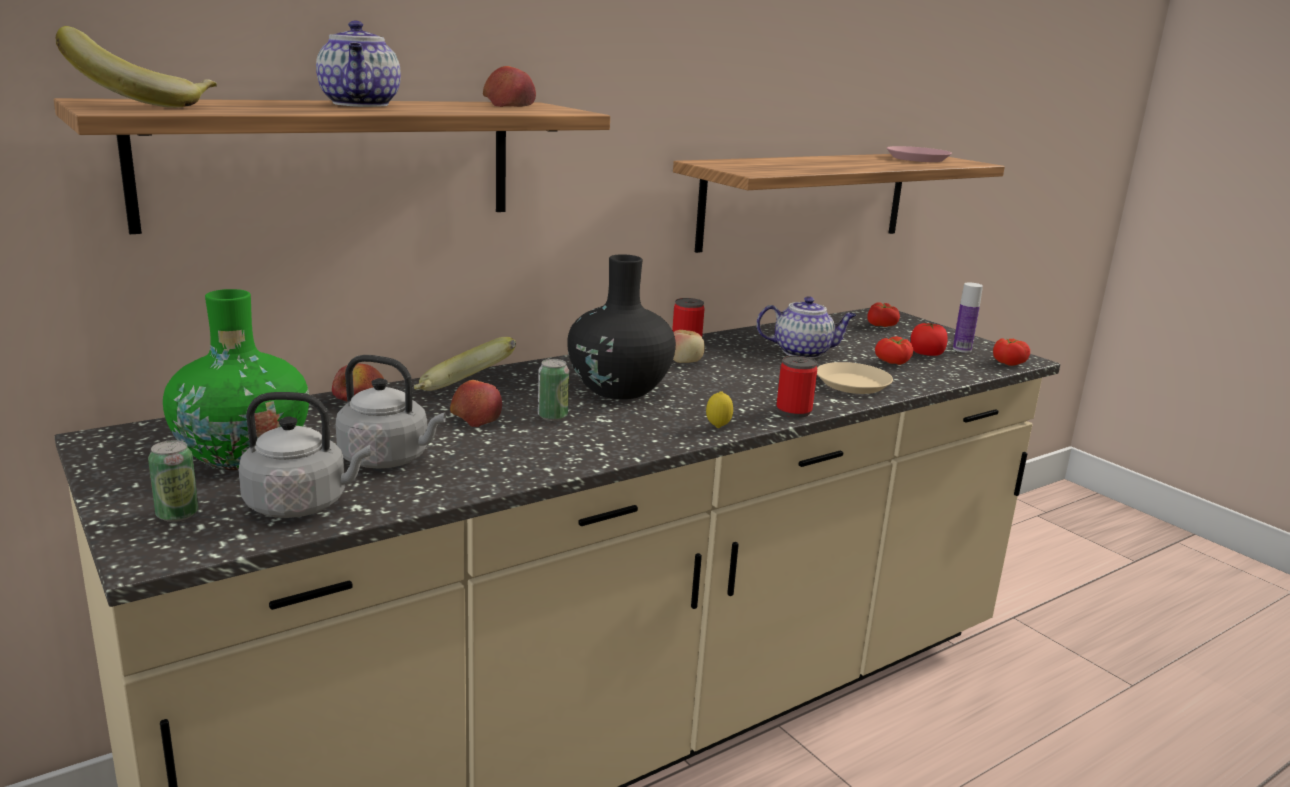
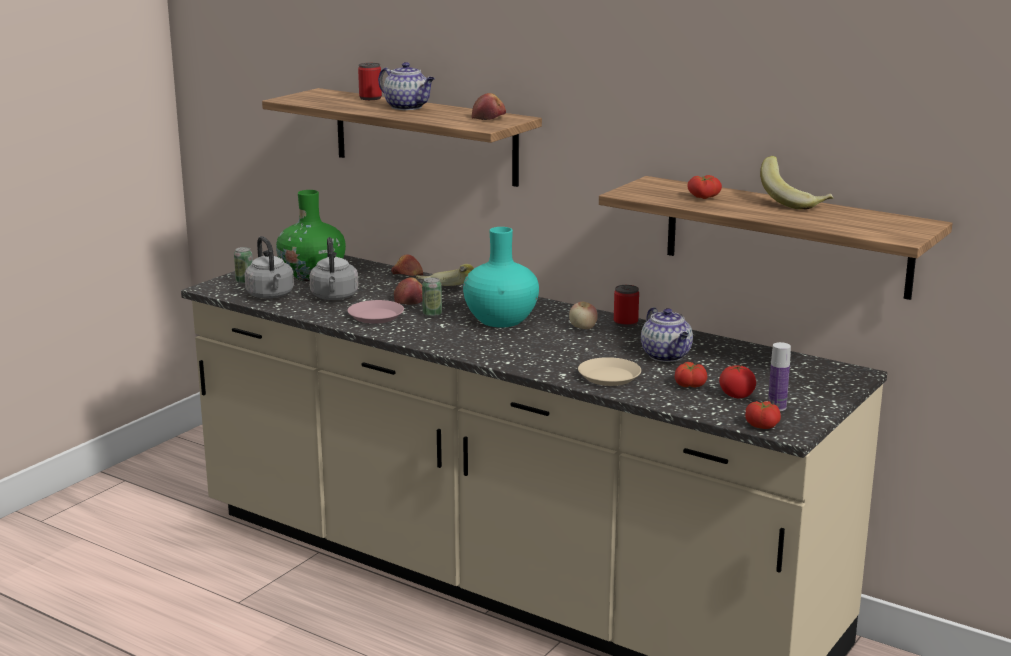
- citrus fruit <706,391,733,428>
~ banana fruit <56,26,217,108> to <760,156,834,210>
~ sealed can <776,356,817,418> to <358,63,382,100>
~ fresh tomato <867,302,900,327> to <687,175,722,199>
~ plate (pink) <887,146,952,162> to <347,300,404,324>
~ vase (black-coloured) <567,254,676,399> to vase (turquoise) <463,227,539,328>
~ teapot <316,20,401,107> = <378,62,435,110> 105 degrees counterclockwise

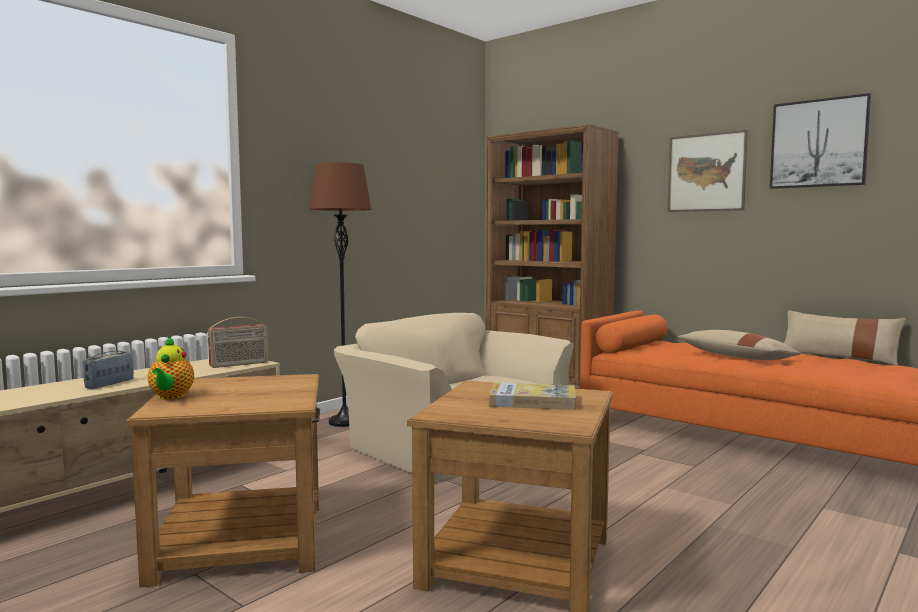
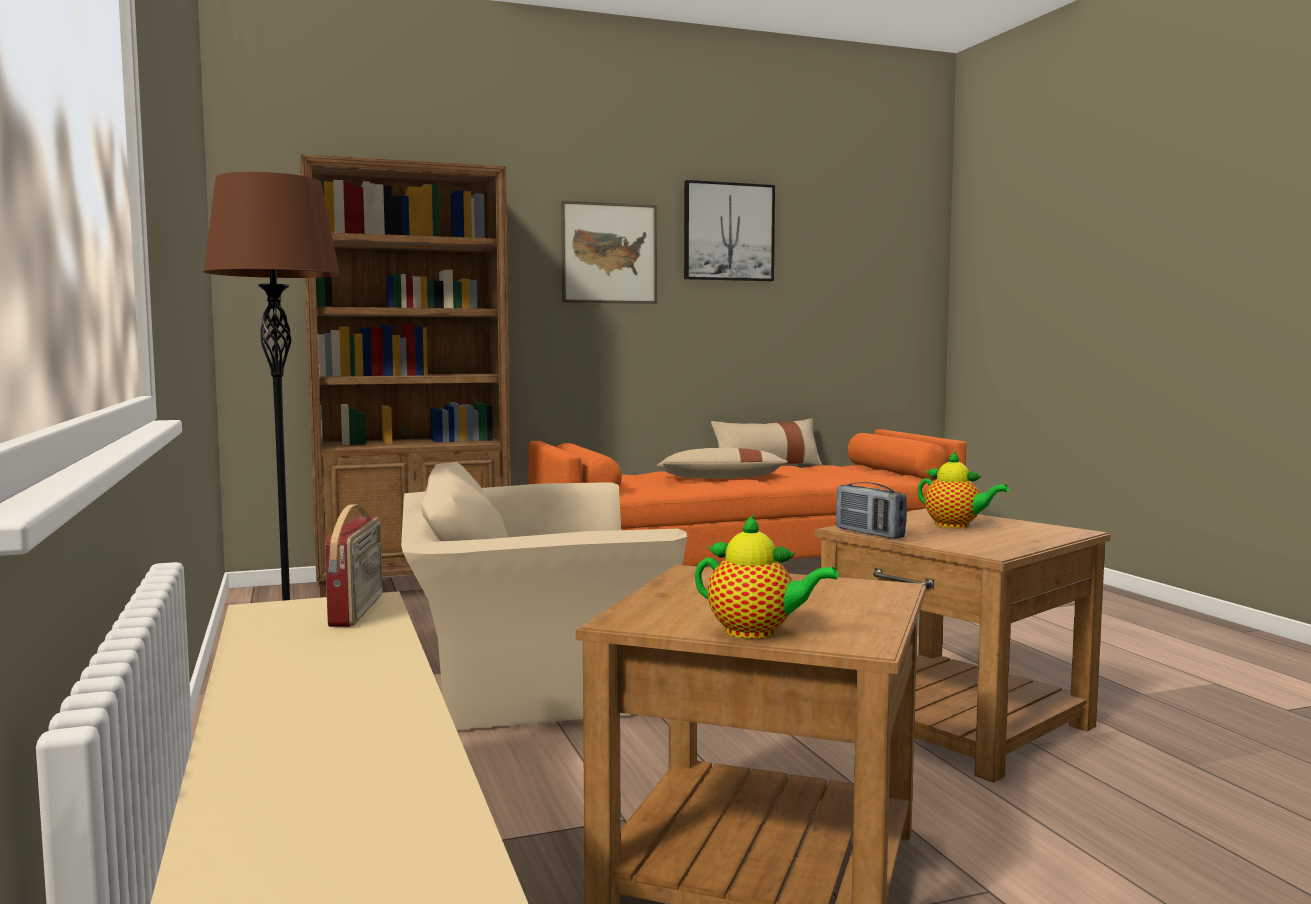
~ radio receiver <83,351,134,389> to <836,482,907,539>
~ bound book <489,383,576,410> to teapot <917,451,1009,528>

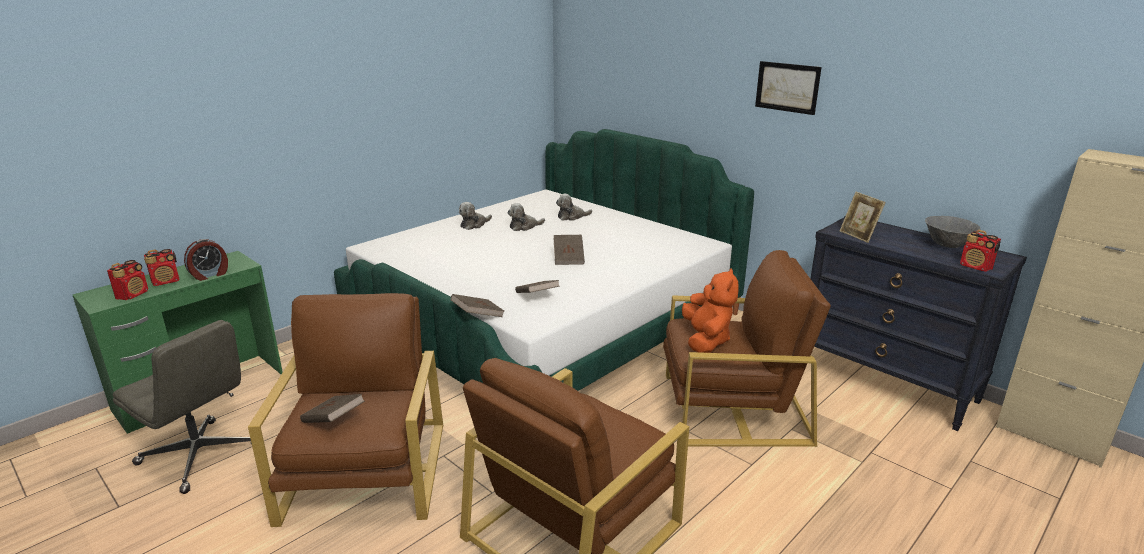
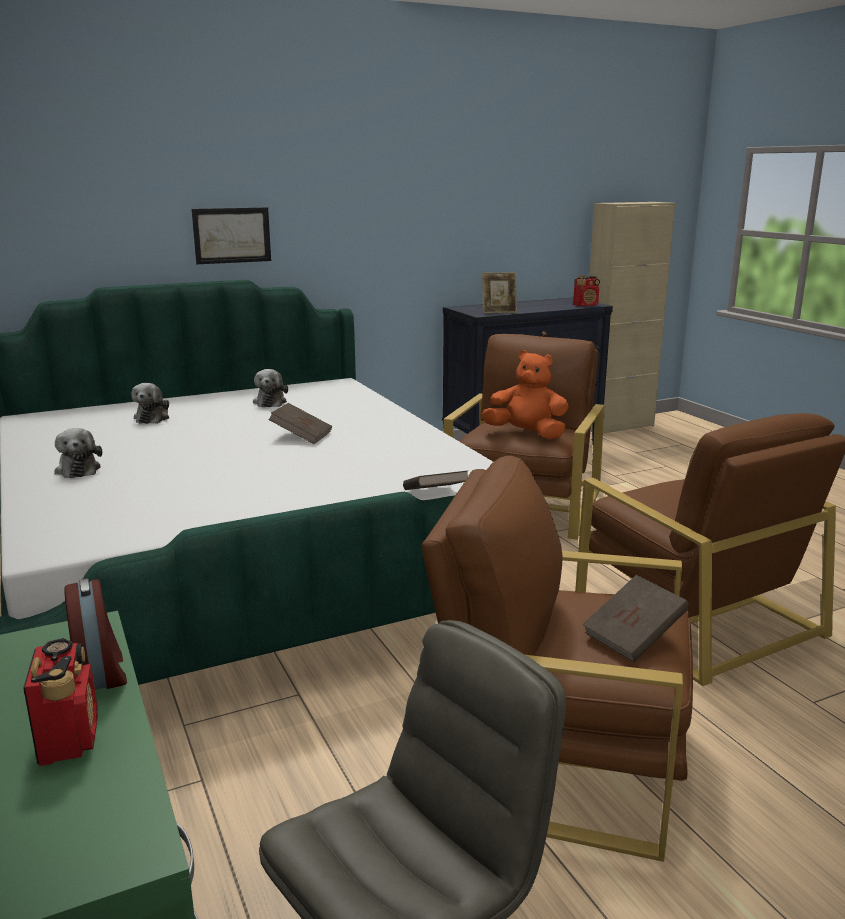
- radio receiver <107,260,148,300>
- bound book (brown) <515,280,560,293>
- deep dish (greyish) <925,216,981,248>
~ soft toy <508,203,545,231> to <253,369,288,407>
~ wall art <755,61,822,115> to <192,207,271,264>

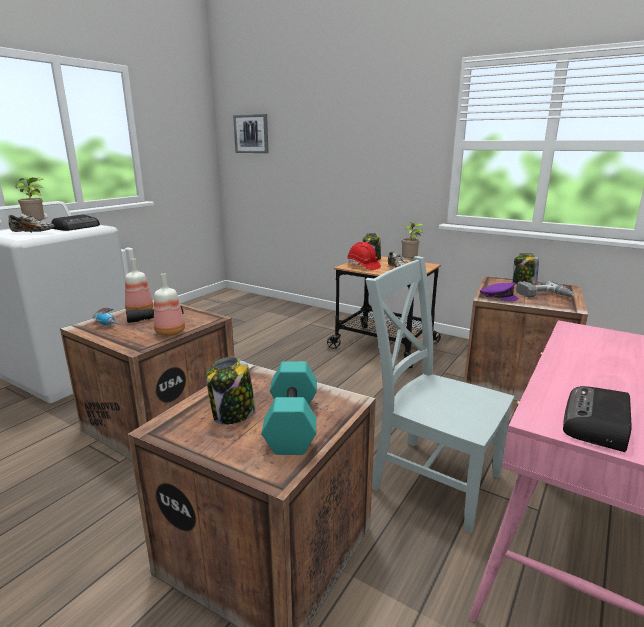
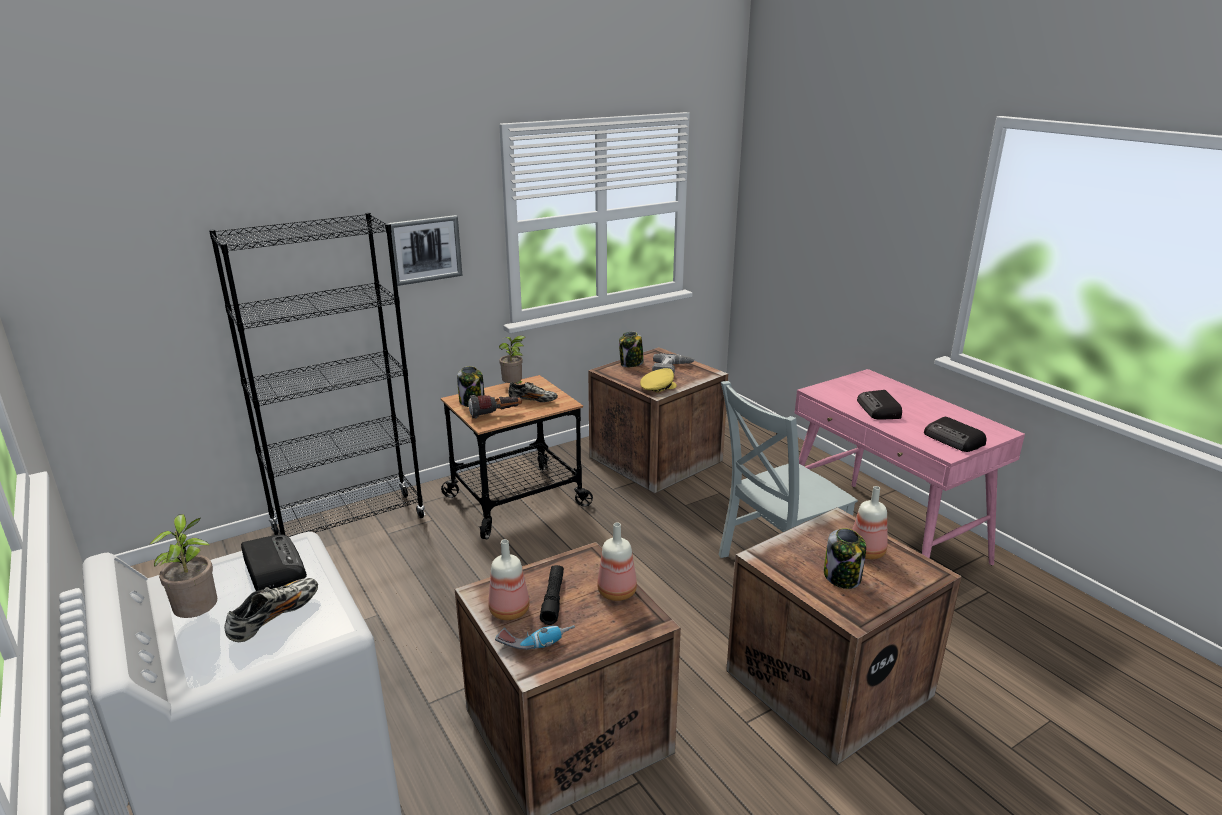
+ shelving unit (black-coloured) <209,212,425,537>
+ radio receiver <857,390,902,420>
~ wall art <233,114,269,153> to <387,215,462,286>
~ free weight (turquoise) <261,361,317,455> to drink bottle <852,486,888,559>
~ hard hat (red) <347,242,381,270> to torch <469,395,522,418>
~ peaked cap (purplish) <480,282,519,301> to peaked cap (yellow-coloured) <640,368,677,393>

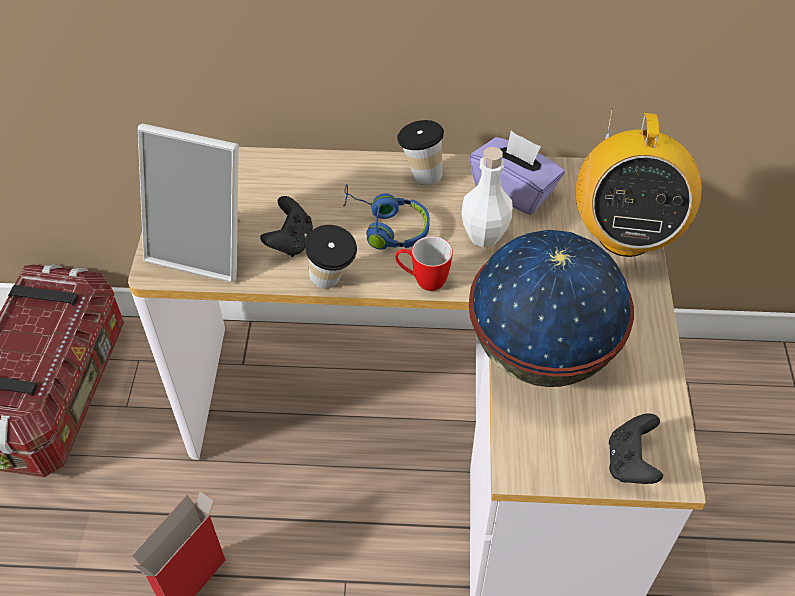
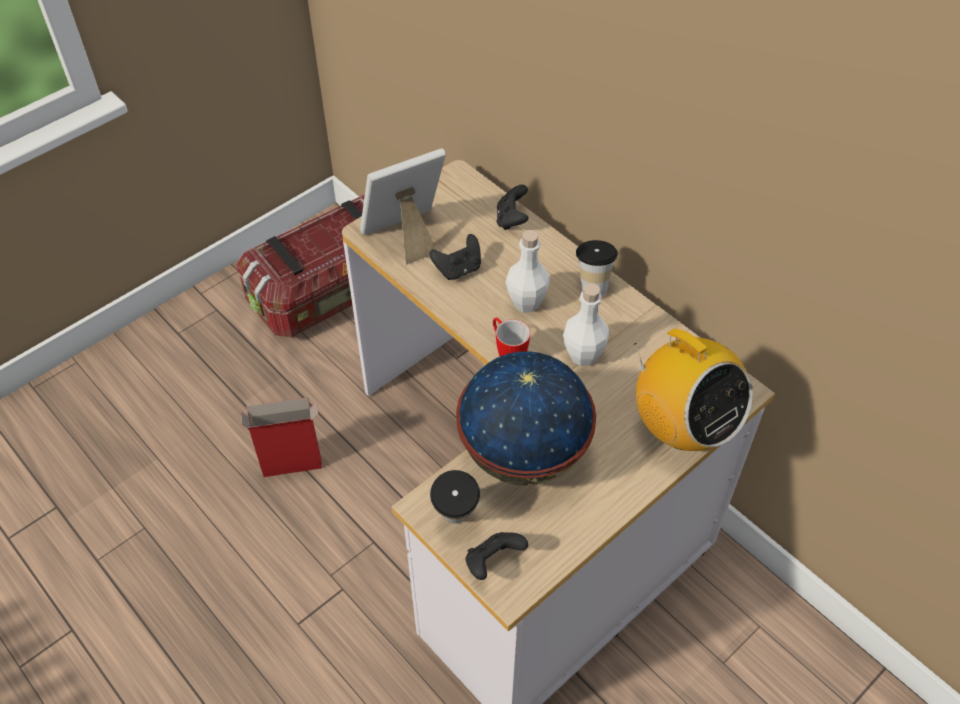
- tissue holder (purplish) <469,130,565,215>
+ game controller (black-coloured) <497,185,529,230>
~ drinking cup <305,225,357,289> to <430,470,480,523>
~ headphones (blue) <343,184,430,250> to drink bottle (white-coloured) <506,230,550,313>
~ standing frame <138,124,240,283> = <360,148,446,265> 90 degrees clockwise
~ radio receiver <576,108,702,257> = <634,328,753,451> 90 degrees counterclockwise

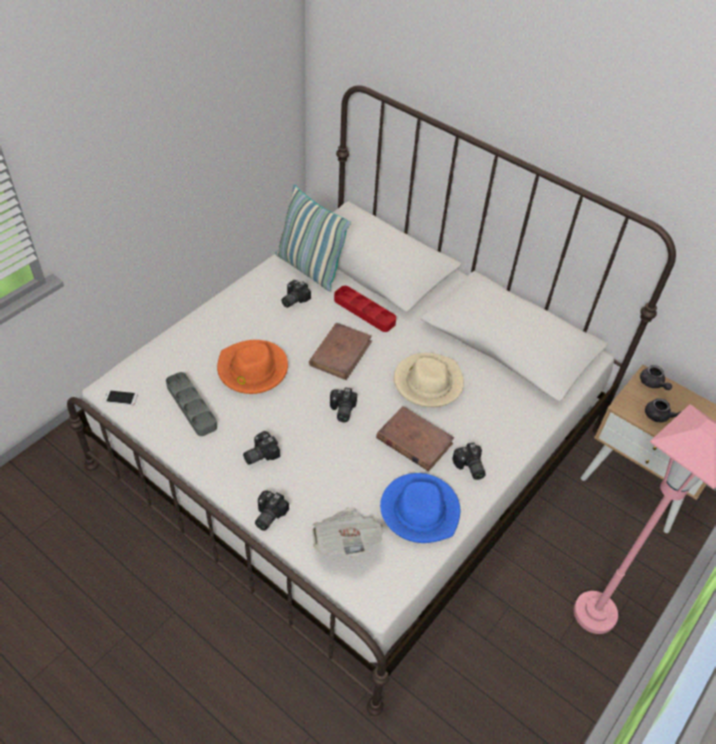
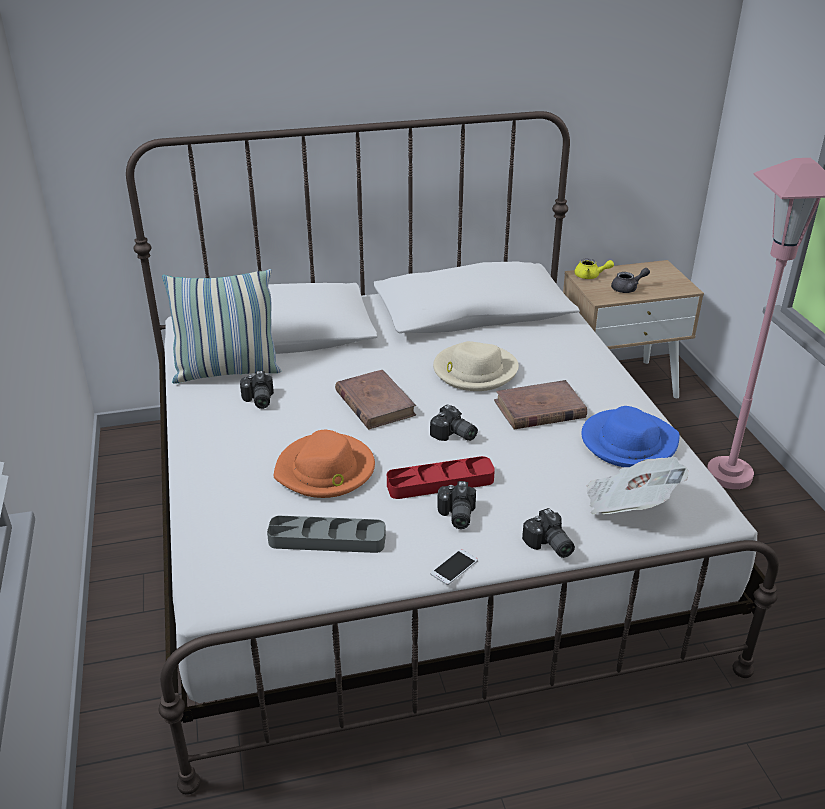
- photo camera <452,442,486,480>
~ telephone <103,390,138,405> to <431,549,478,585>
~ serving tray (red) <334,286,396,332> to <387,456,495,499>
~ teapot (greyish) <640,365,672,390> to teapot (yellow-coloured) <575,259,614,279>

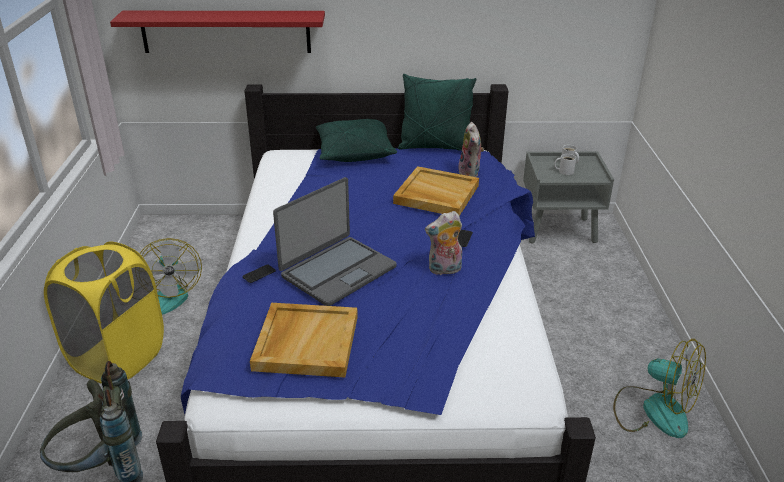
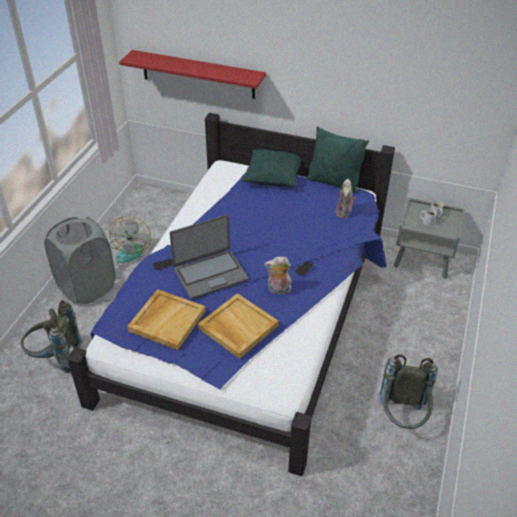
~ serving tray (beige-coloured) <393,166,479,216> to <198,293,278,359>
~ electric fan <613,339,706,438> to backpack (greyish) <377,354,438,429>
~ washing basket (yellow-coloured) <44,241,164,384> to washing basket (greyish) <44,217,116,304>

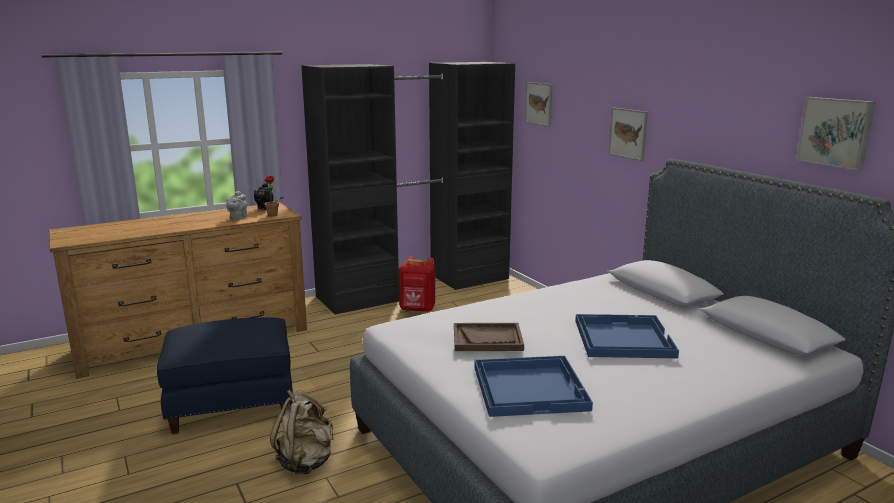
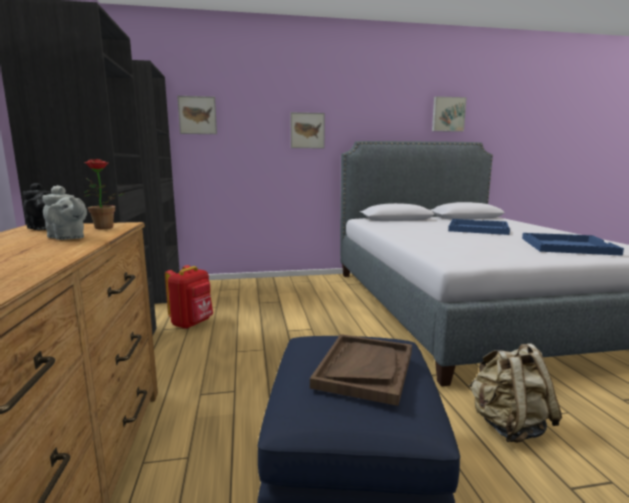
~ serving tray (brown) <454,323,524,351> to <310,334,412,406>

